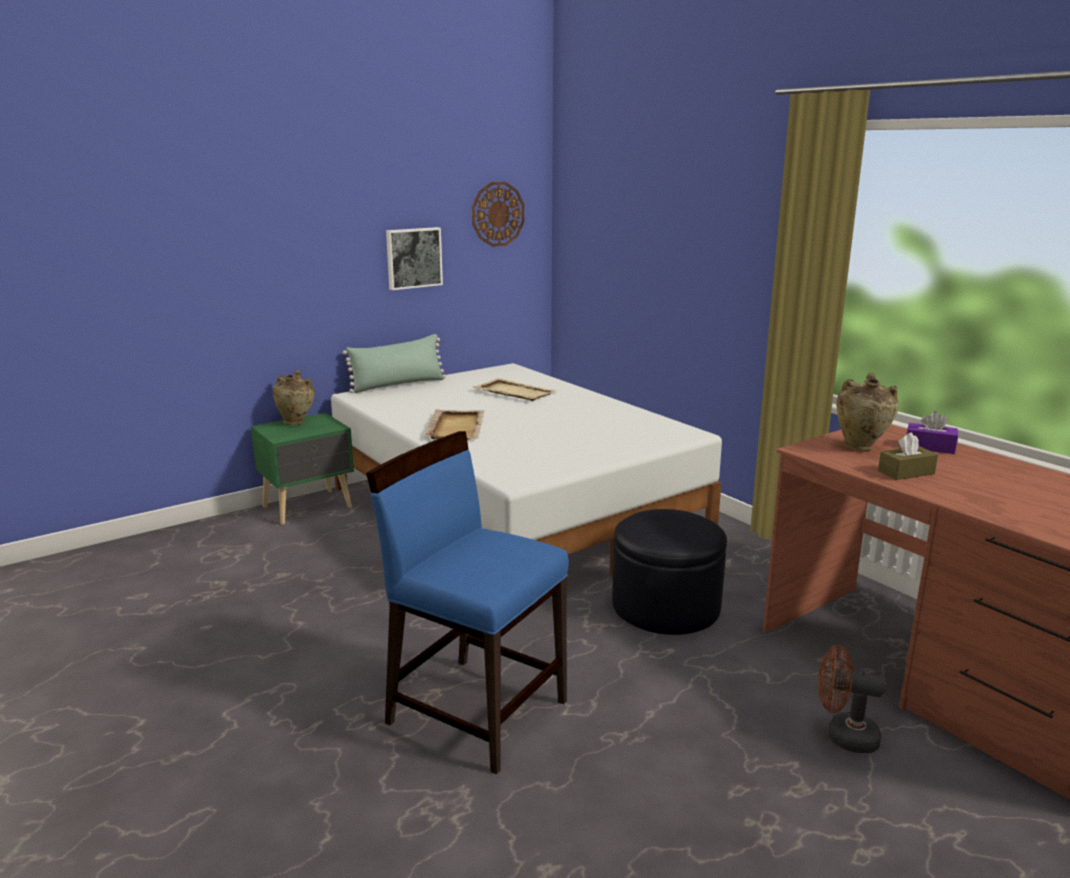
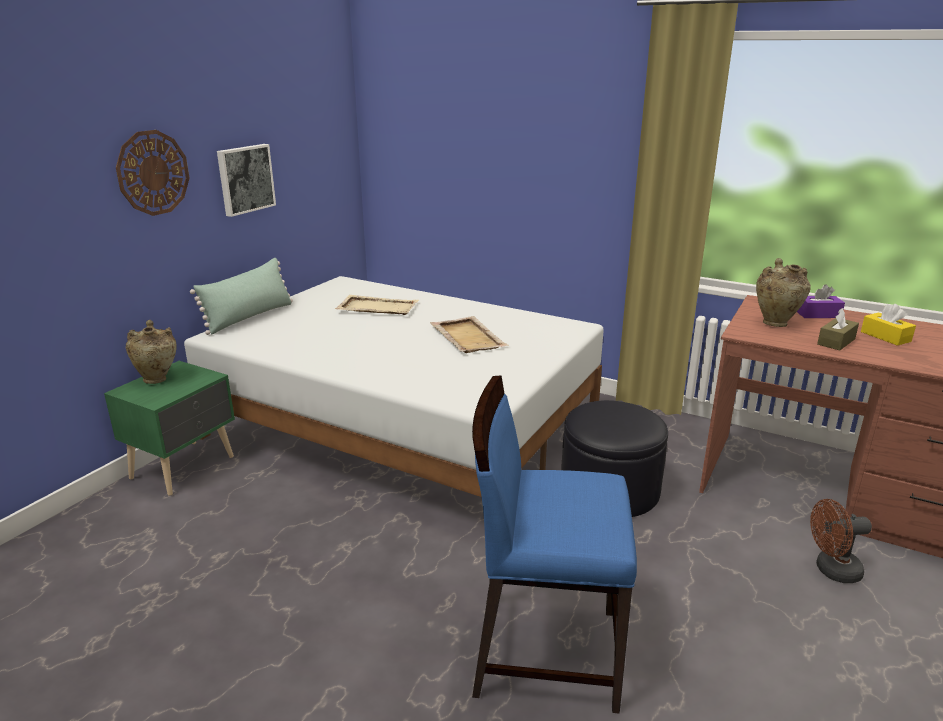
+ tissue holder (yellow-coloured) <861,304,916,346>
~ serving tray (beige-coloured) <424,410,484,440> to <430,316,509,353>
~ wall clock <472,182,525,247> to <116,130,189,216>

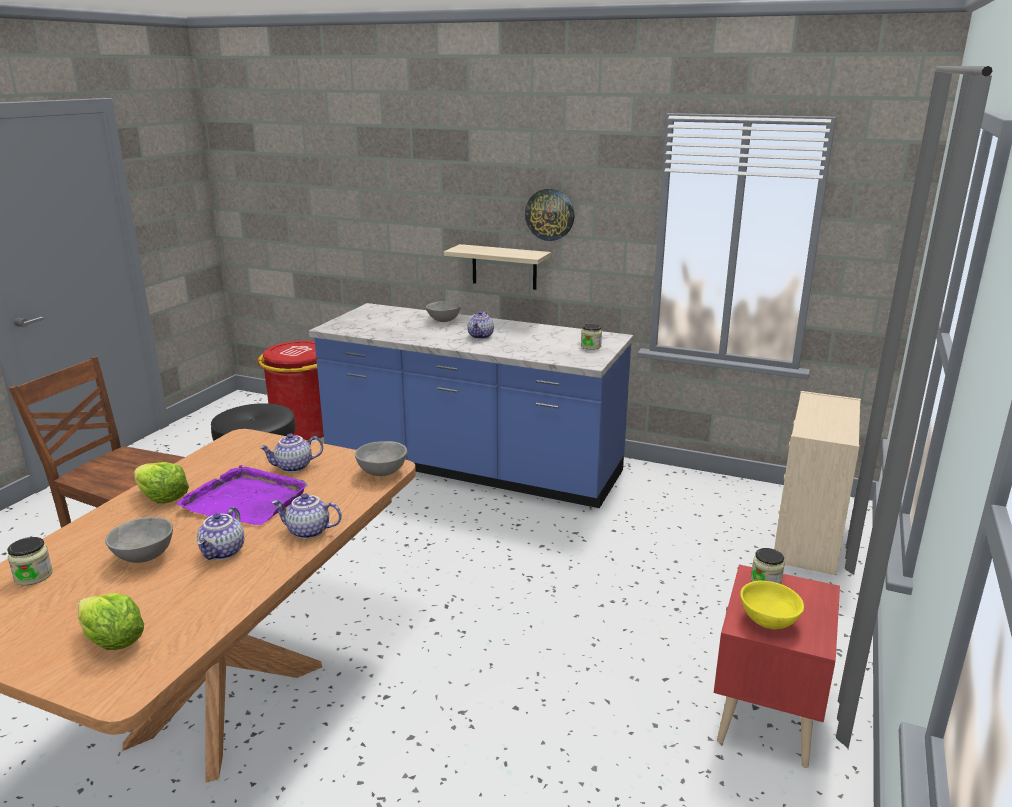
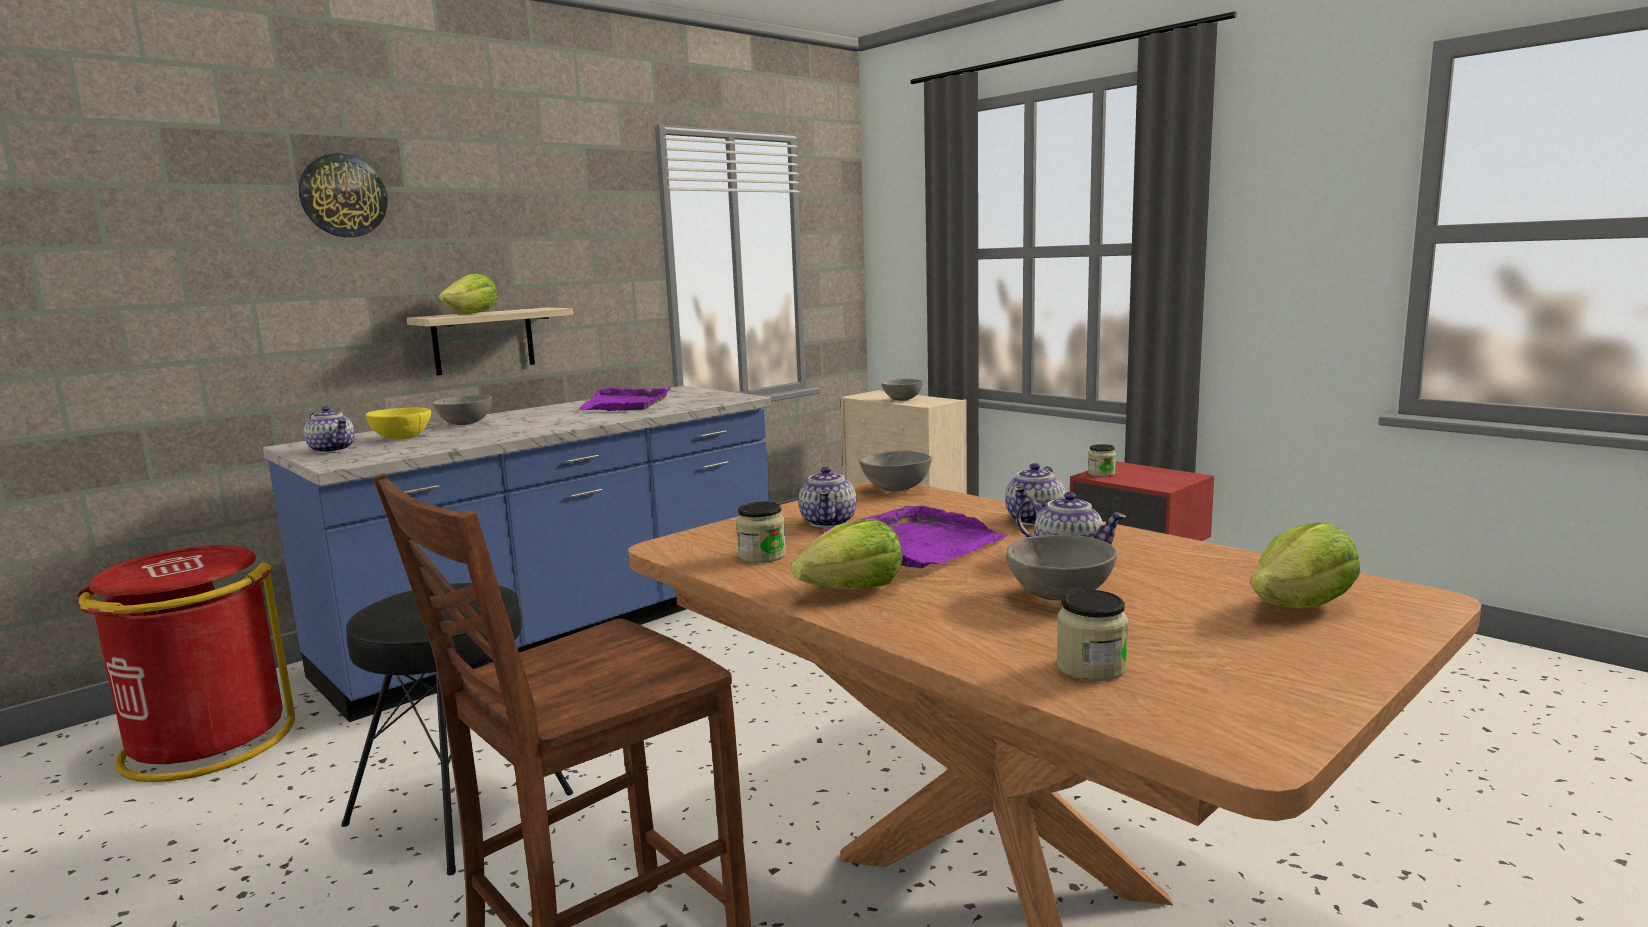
+ lettuce <439,273,497,314>
+ serving tray (purplish) <579,387,671,411>
+ deep dish (greyish) <881,379,923,401>
~ teapot <467,311,494,339> to <304,406,355,453>
~ wall clock <525,189,574,241> to <299,153,388,238>
~ storage jar <581,324,602,350> to <736,502,786,563>
~ deep dish (yellow-coloured) <740,581,804,629> to <365,408,431,439>

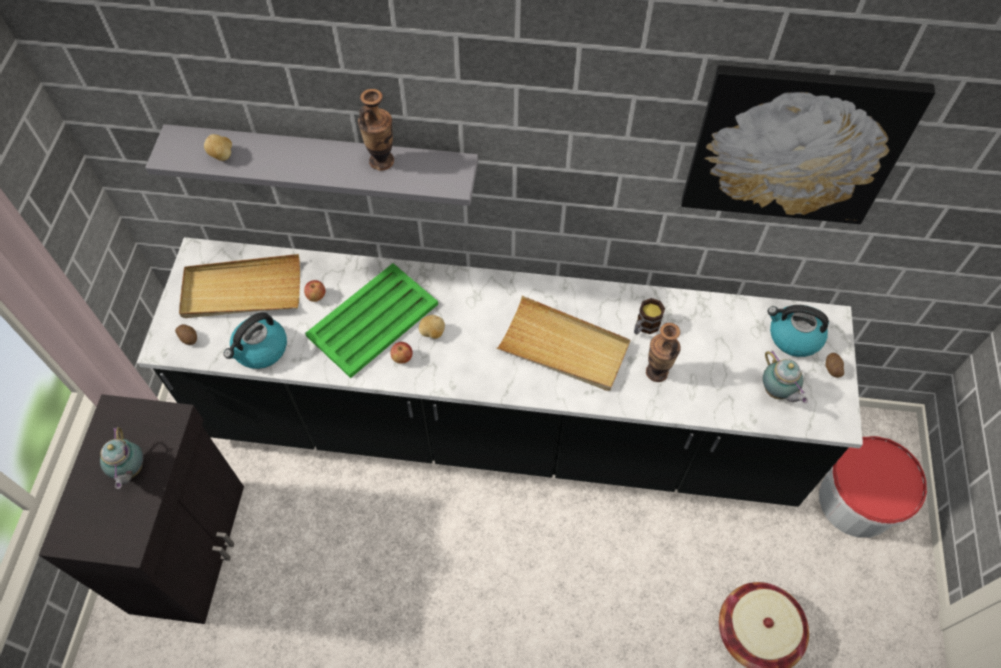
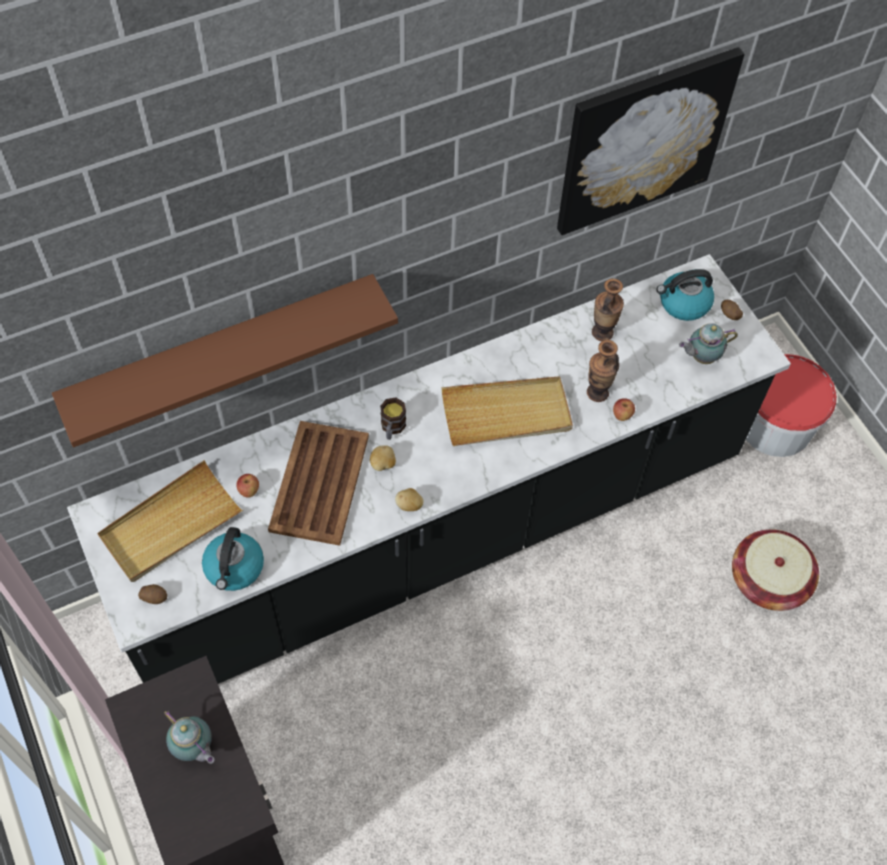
~ whole potato <204,134,232,161> to <395,488,424,511>
~ vase <358,89,394,171> to <592,279,624,341>
~ apple fruit <390,342,413,364> to <613,398,635,421>
~ coffee mug <634,298,665,335> to <380,398,406,440>
~ wall shelf (greyish) <145,124,478,206> to wall shelf (brown) <52,274,398,447>
~ serving tray (green-coloured) <305,263,438,378> to serving tray (brown) <268,421,369,546>
~ teapot <763,351,808,404> = <679,323,738,364> 135 degrees clockwise

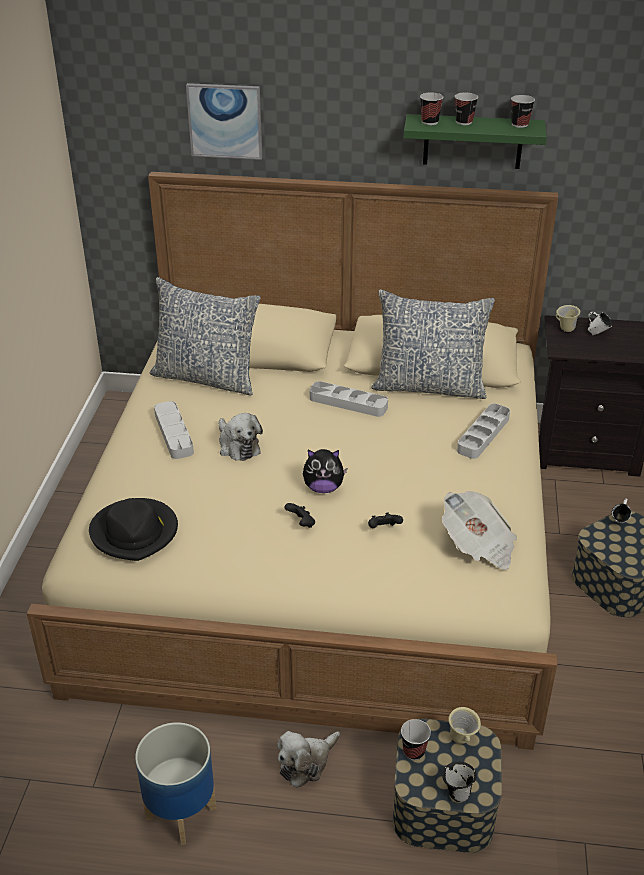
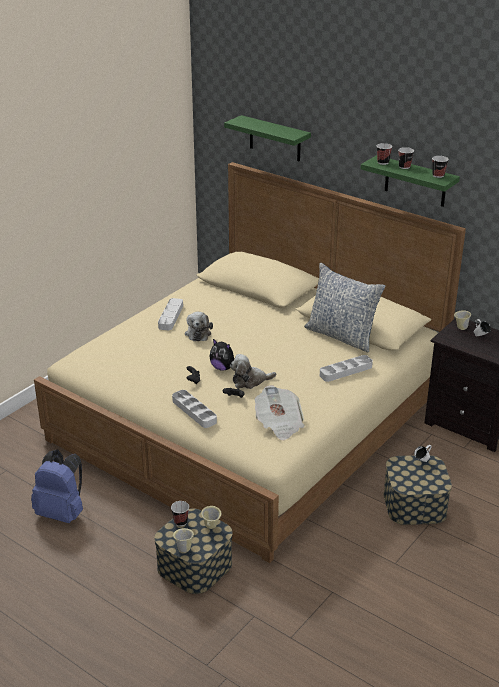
- wearable hat (black-coloured) <89,498,178,561>
- pillow <149,277,260,396>
~ soft toy <277,731,340,788> to <230,354,276,389>
~ serving tray (greyish) <309,381,388,417> to <172,390,217,428>
~ plant pot <135,722,217,845> to backpack (blue) <31,449,83,523>
~ wall art <186,83,262,160> to wall shelf (green-coloured) <224,115,311,162>
~ coffee mug (black-coloured) <442,762,477,802> to coffee mug (beige-coloured) <173,528,194,553>

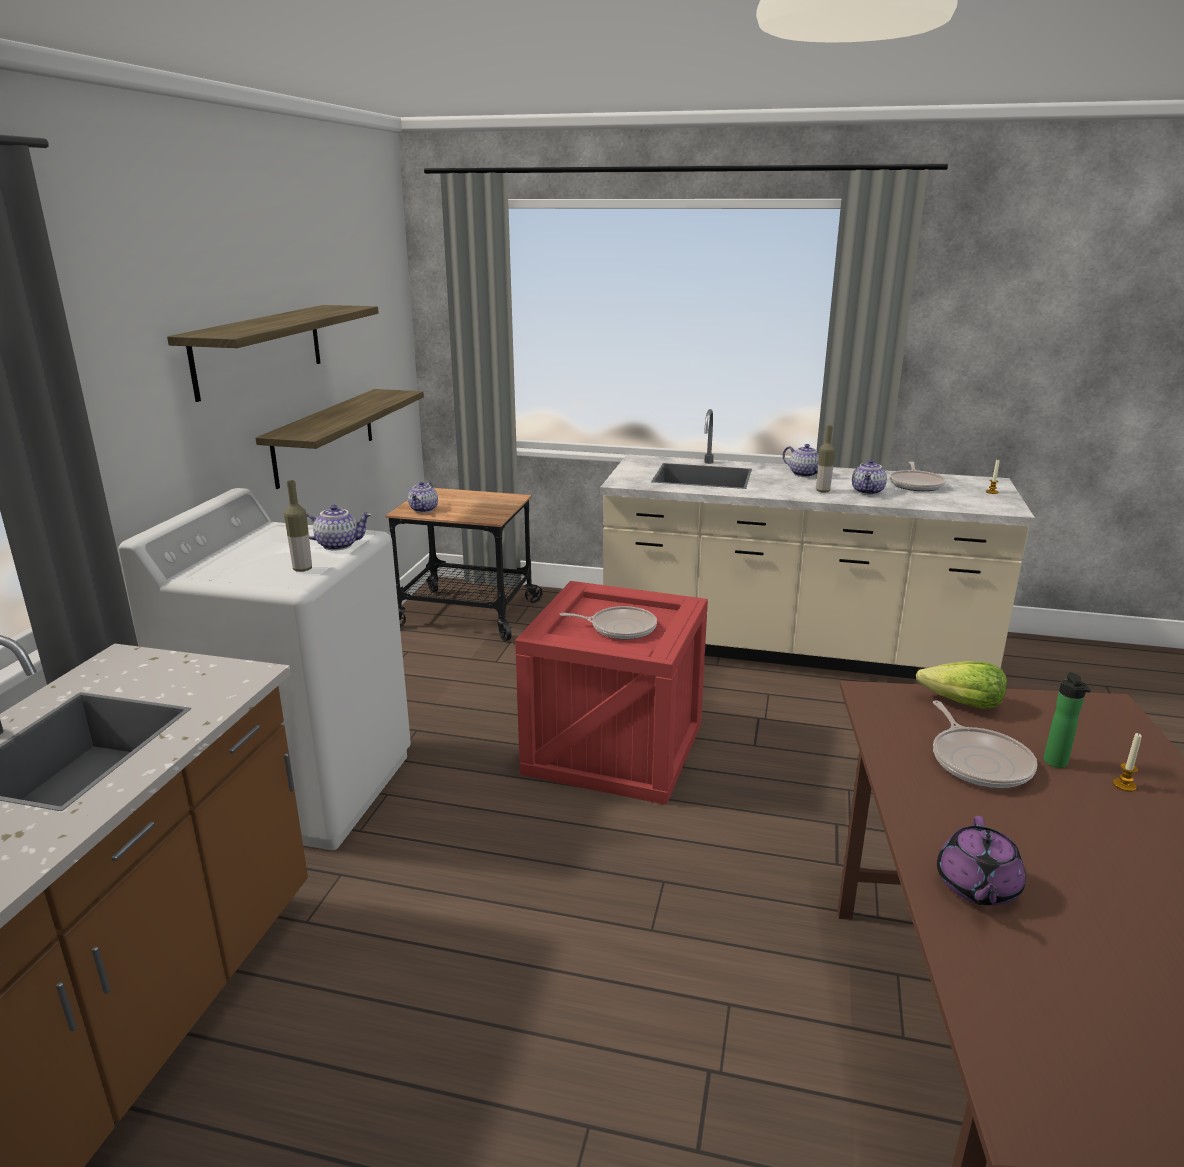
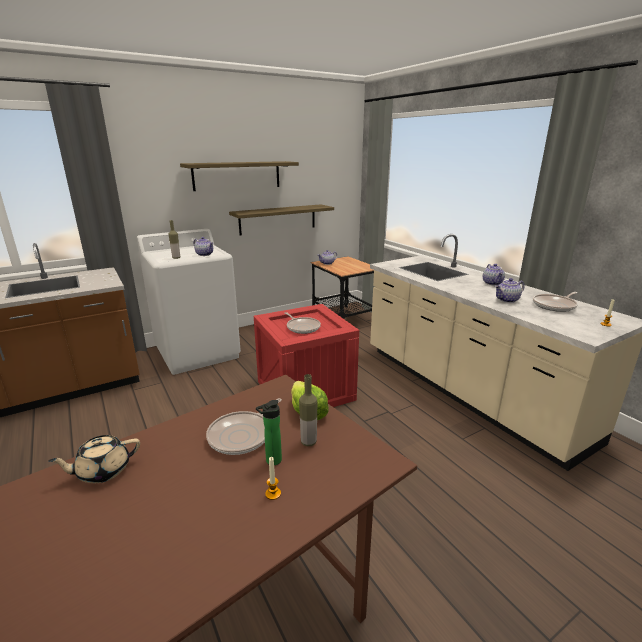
~ drink bottle <816,425,835,493> to <299,374,317,446>
~ teapot (purplish) <937,816,1026,906> to teapot (beige-coloured) <48,435,140,483>

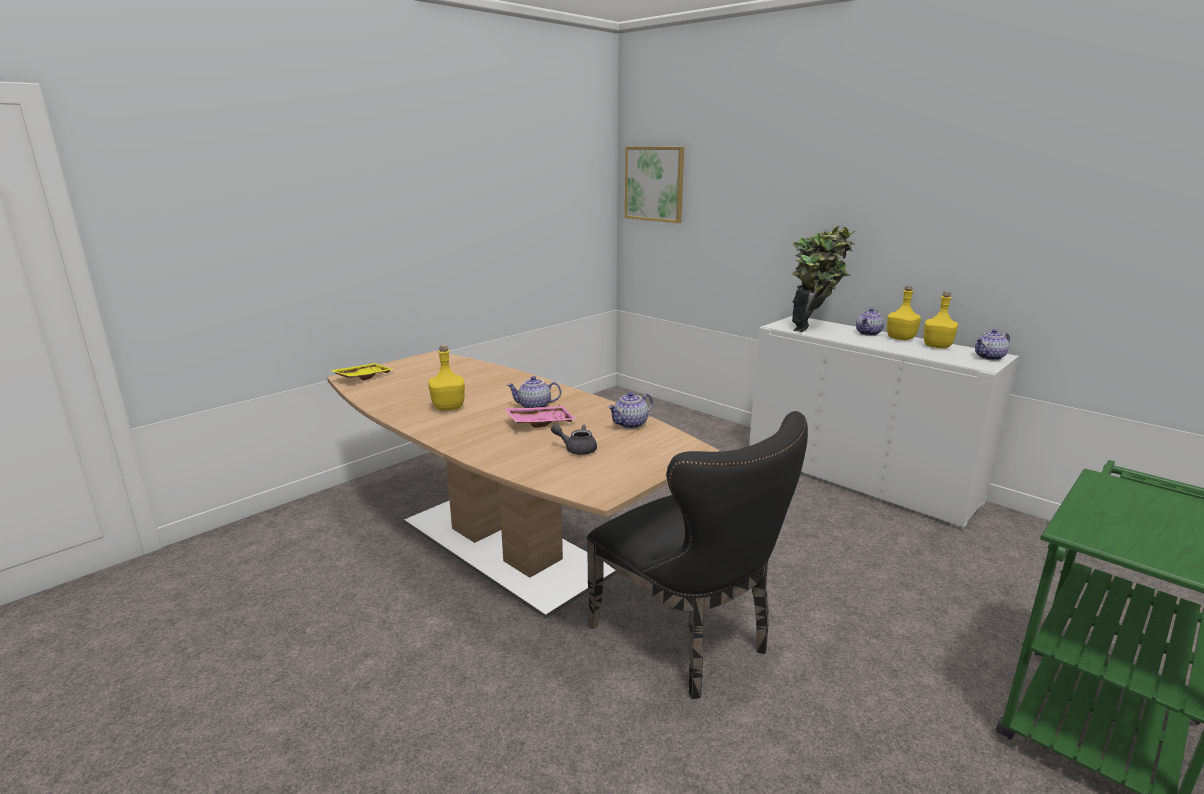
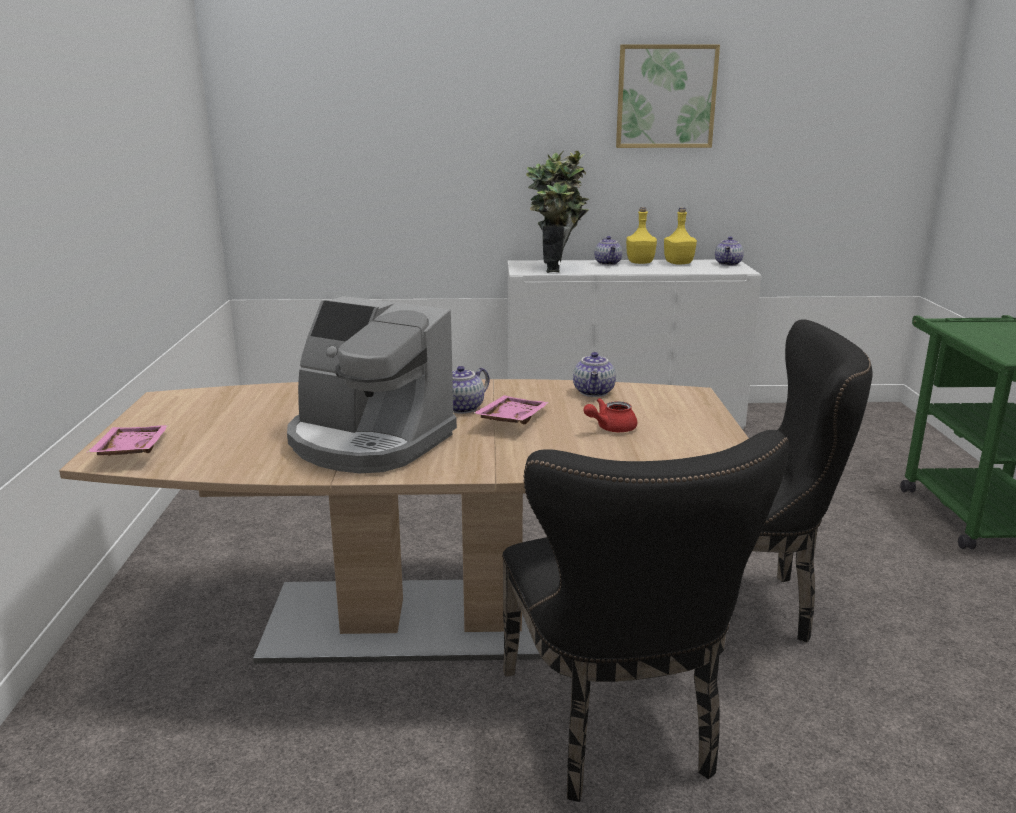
+ upright chair (black-coloured) <502,430,789,802>
~ wall art <625,147,684,223> to <616,44,720,148>
~ drink bottle (yellow-coloured) <428,345,465,411> to coffee brewer <287,296,457,473>
~ serving tray (yellow-coloured) <330,363,394,380> to serving tray (pink) <87,425,169,456>
~ teapot (greyish) <551,424,597,455> to teapot (red) <584,398,637,432>

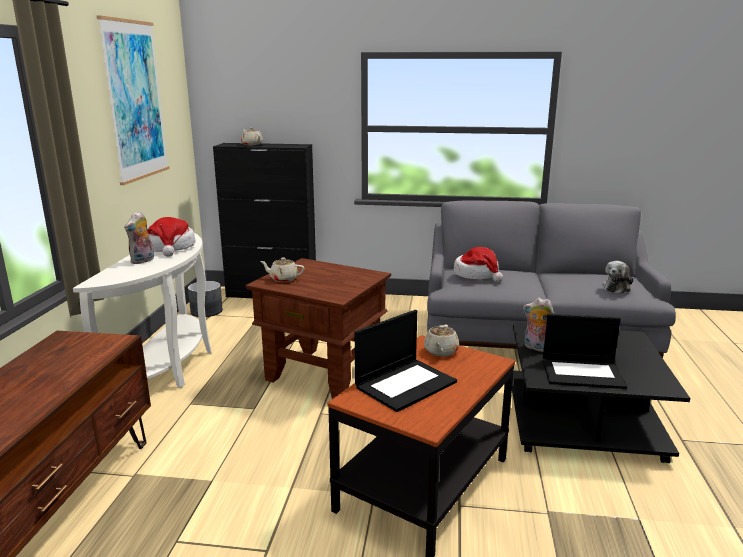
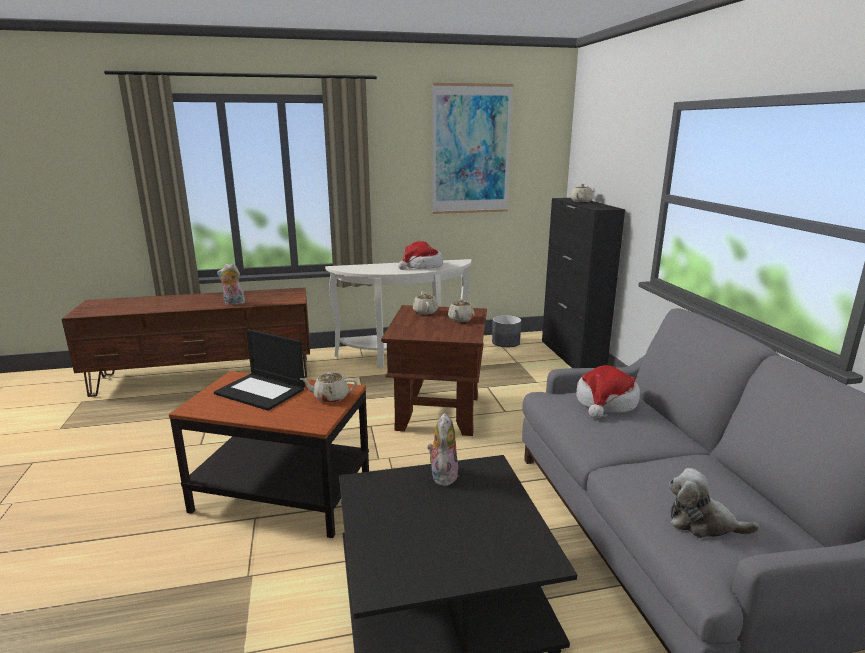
- laptop <542,314,627,389>
+ teapot (beige-coloured) <448,299,474,322>
~ soft toy <124,211,154,264> to <217,264,246,305>

